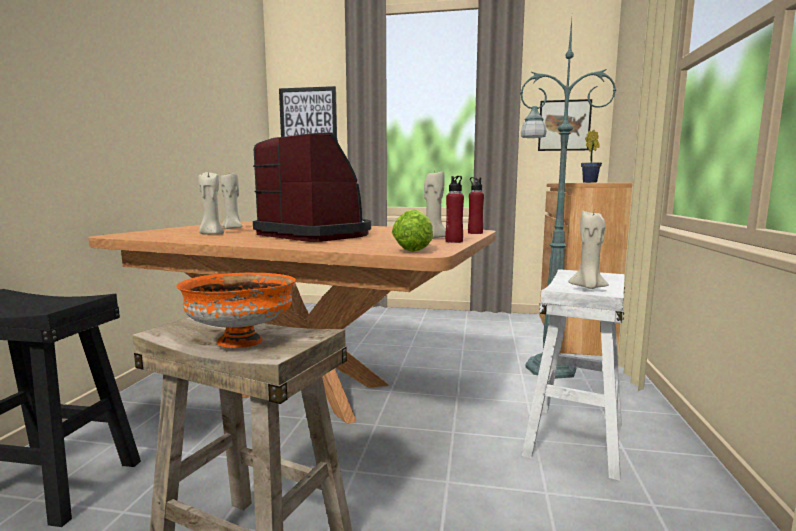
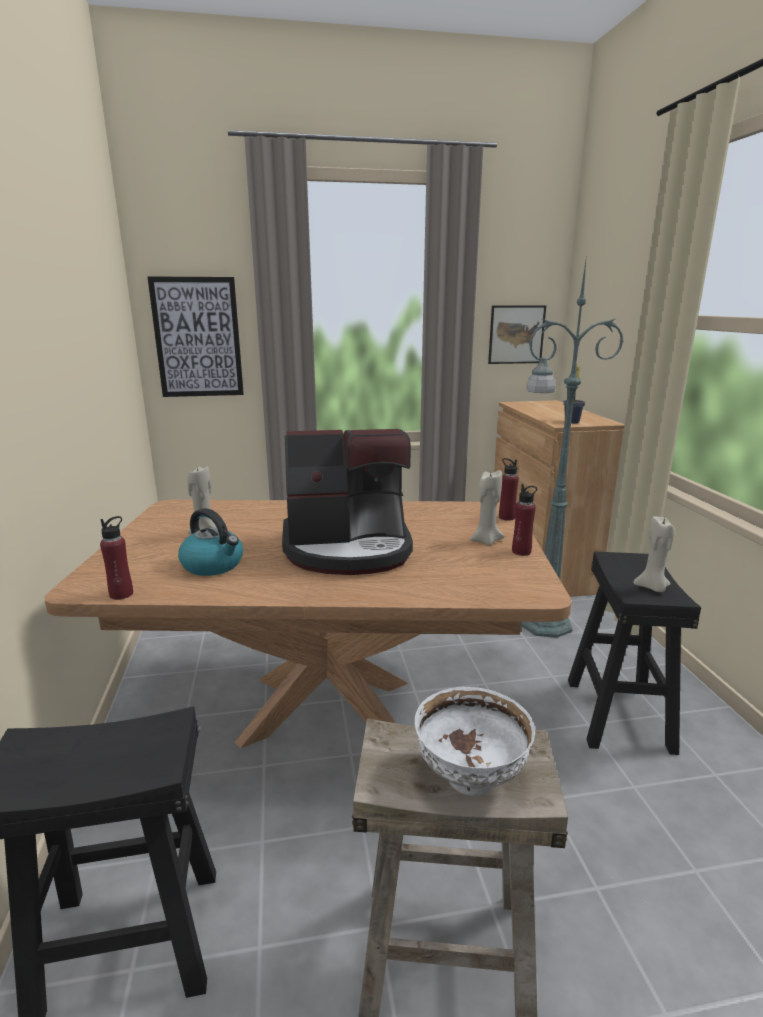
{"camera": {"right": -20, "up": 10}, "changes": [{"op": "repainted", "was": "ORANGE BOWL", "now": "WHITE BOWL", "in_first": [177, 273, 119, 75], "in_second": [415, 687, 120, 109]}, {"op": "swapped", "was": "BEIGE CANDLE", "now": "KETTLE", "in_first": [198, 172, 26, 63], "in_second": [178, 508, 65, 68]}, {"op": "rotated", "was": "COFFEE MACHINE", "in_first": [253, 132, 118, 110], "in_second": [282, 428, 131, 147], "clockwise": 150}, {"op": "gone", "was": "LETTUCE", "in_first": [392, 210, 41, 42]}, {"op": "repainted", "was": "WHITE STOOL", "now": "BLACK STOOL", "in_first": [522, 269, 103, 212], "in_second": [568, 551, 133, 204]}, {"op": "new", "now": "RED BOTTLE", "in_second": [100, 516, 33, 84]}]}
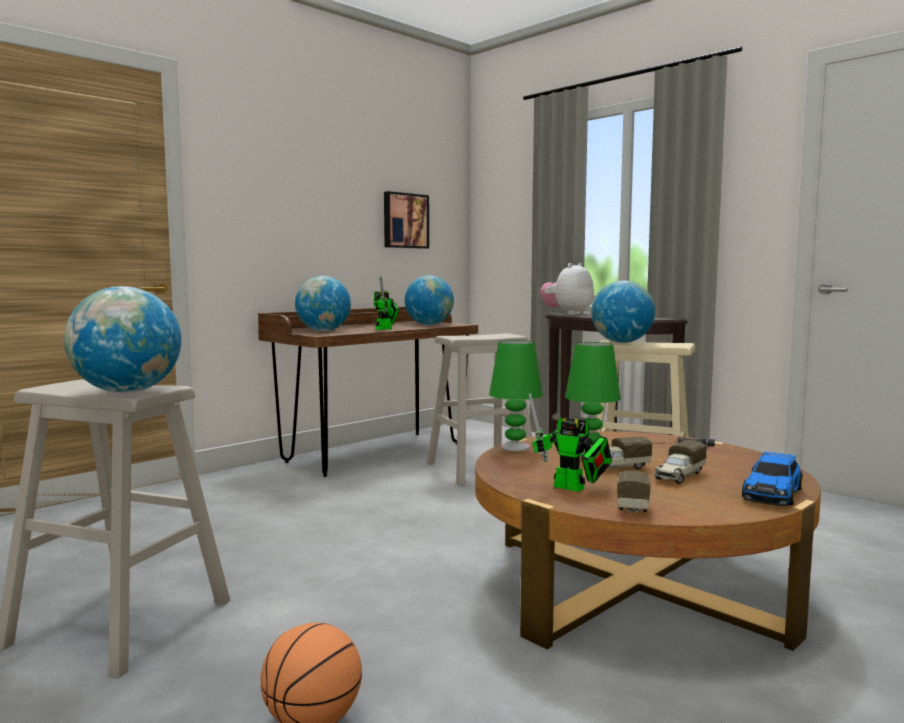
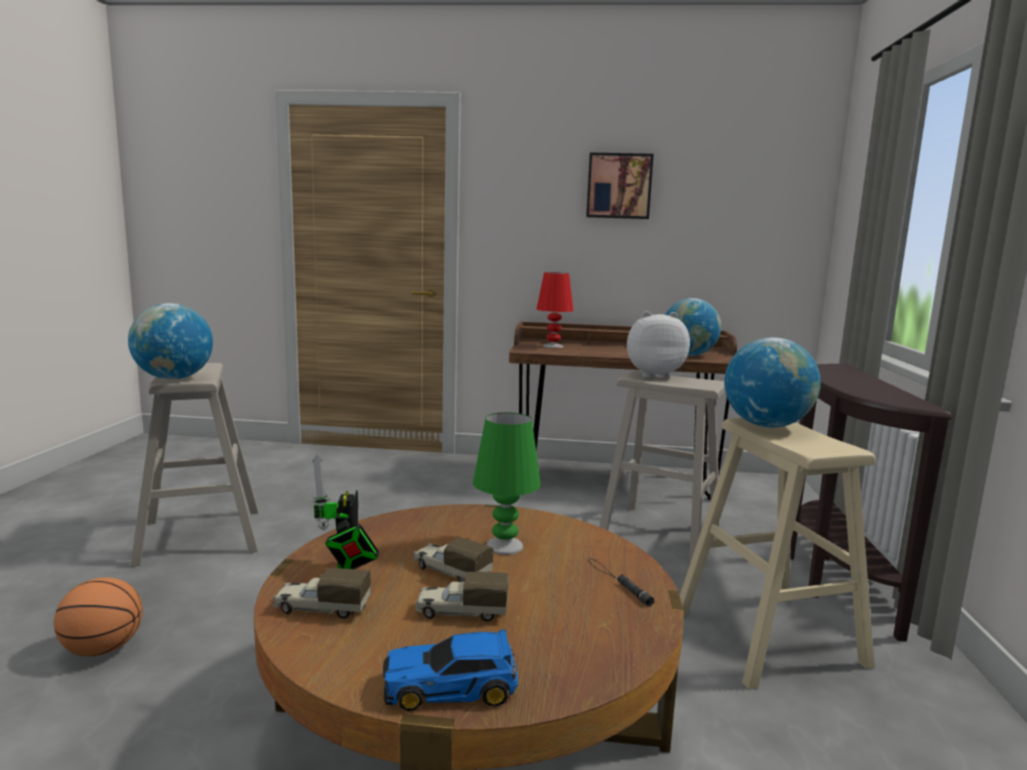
{"camera": {"right": 50, "up": 5}, "changes": [{"op": "swapped", "was": "GLOBE", "now": "RED TABLE LAMP", "in_first": [295, 276, 56, 55], "in_second": [537, 272, 36, 76]}, {"op": "gone", "was": "TOY ROBOT", "in_first": [373, 276, 26, 54]}, {"op": "shifted", "was": "PICTURE", "in_first": [384, 191, 45, 58], "in_second": [586, 153, 68, 66]}, {"op": "gone", "was": "GREEN TABLE LAMP", "in_first": [489, 340, 54, 111]}, {"op": "shifted", "was": "PLUSH TOY", "in_first": [540, 263, 54, 52], "in_second": [627, 311, 63, 68]}, {"op": "rotated", "was": "TOY TRUCK", "in_first": [617, 470, 34, 43], "in_second": [273, 568, 98, 51], "clockwise": -150}]}
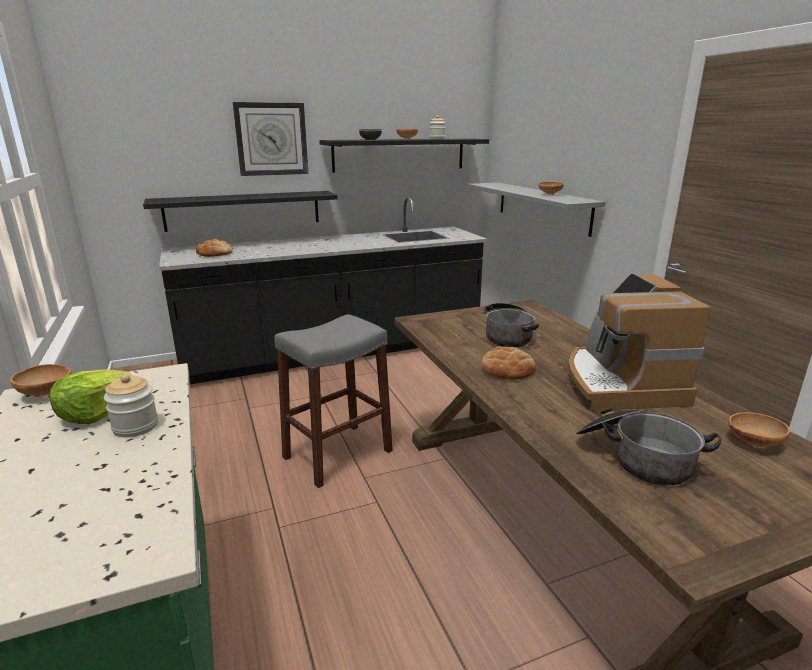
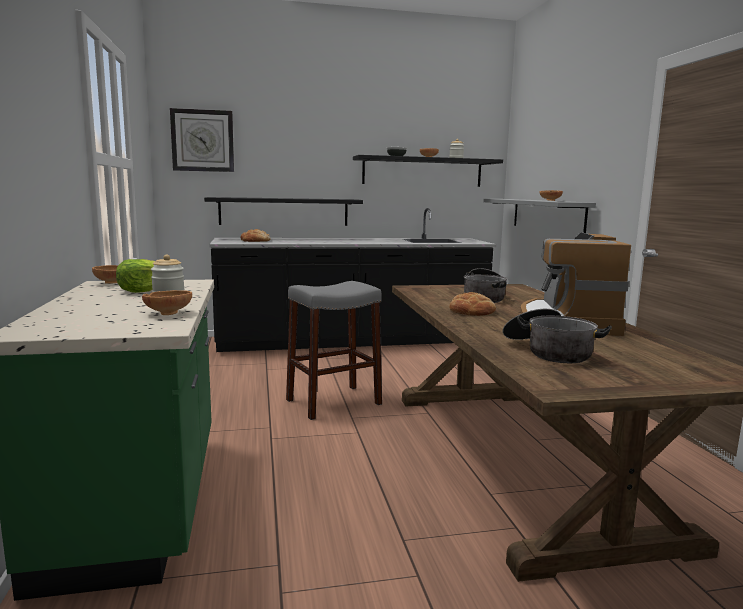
{"camera": {"right": 10, "up": -10}, "changes": [{"op": "shifted", "was": "WALL CLOCK", "in_first": [233, 102, 75, 74], "in_second": [170, 108, 64, 64]}, {"op": "shifted", "was": "BROWN BOWL", "in_first": [729, 412, 61, 37], "in_second": [142, 290, 50, 25]}]}
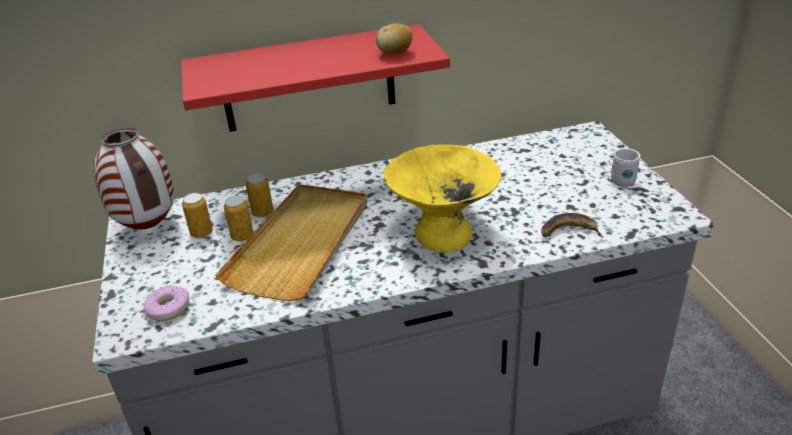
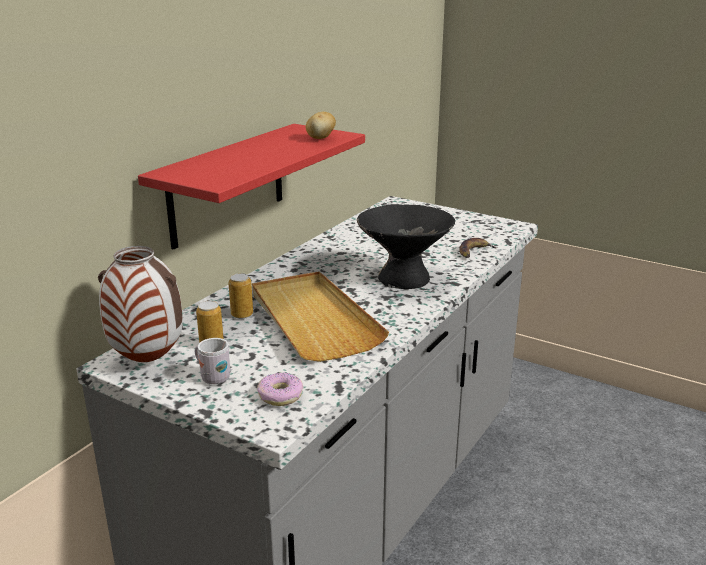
{"camera": {"right": -45, "up": -10}, "changes": [{"op": "gone", "was": "CAN", "in_first": [224, 196, 29, 46]}, {"op": "repainted", "was": "YELLOW BOWL", "now": "BLACK BOWL", "in_first": [383, 144, 118, 108], "in_second": [357, 204, 98, 85]}, {"op": "shifted", "was": "WHITE MUG", "in_first": [611, 148, 29, 39], "in_second": [195, 338, 36, 46]}]}
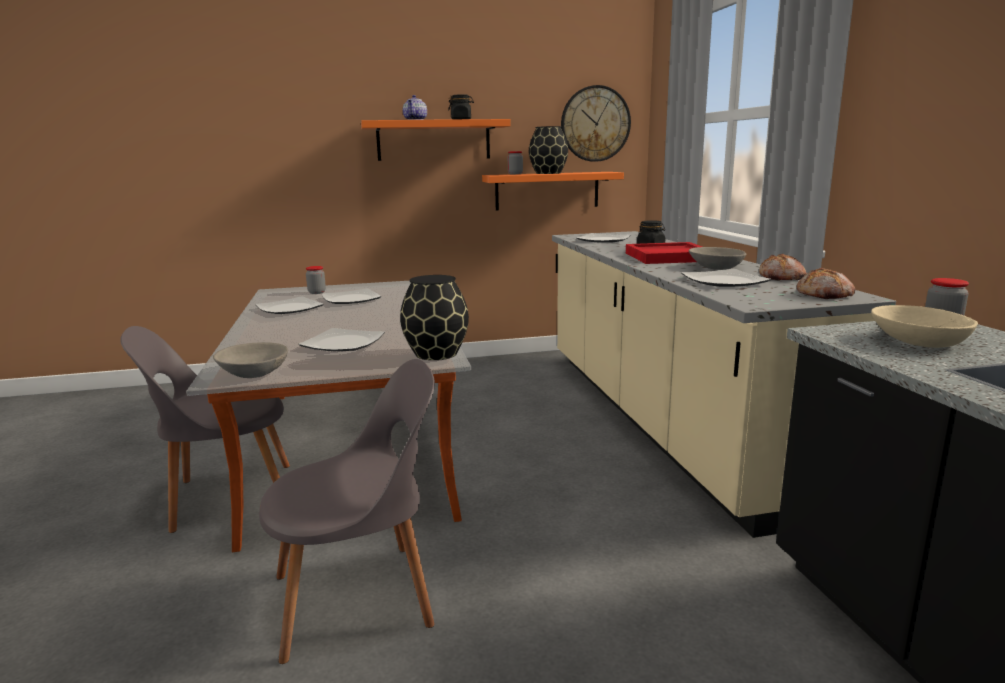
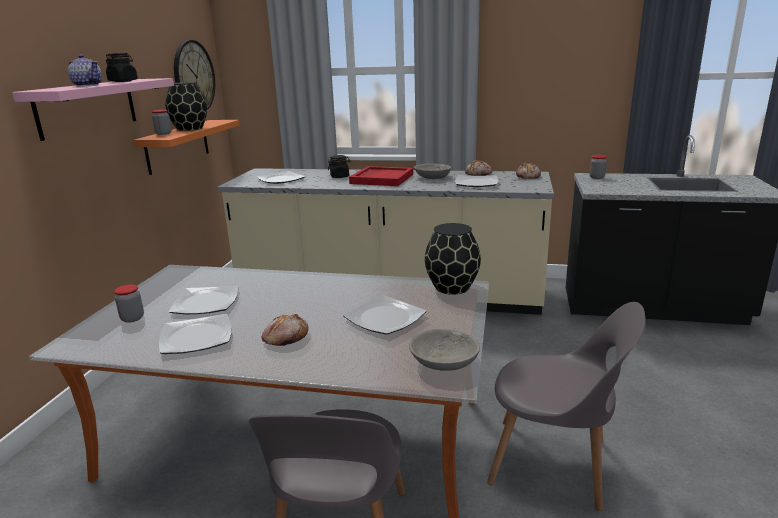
{"camera": {"right": -65, "up": 5}, "changes": [{"op": "rotated", "was": "GREY CHAIR", "in_first": [259, 359, 176, 305], "in_second": [487, 302, 159, 209], "clockwise": 105}, {"op": "repainted", "was": "ORANGE SHELF", "now": "PINK SHELF", "in_first": [361, 119, 150, 42], "in_second": [12, 78, 162, 63]}, {"op": "gone", "was": "BEIGE BOWL", "in_first": [871, 305, 107, 43]}, {"op": "new", "now": "BREAD", "in_second": [261, 314, 47, 32]}]}
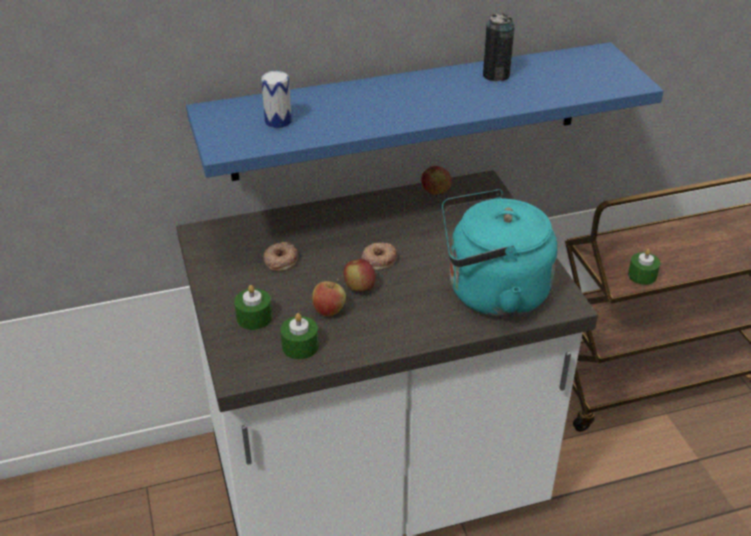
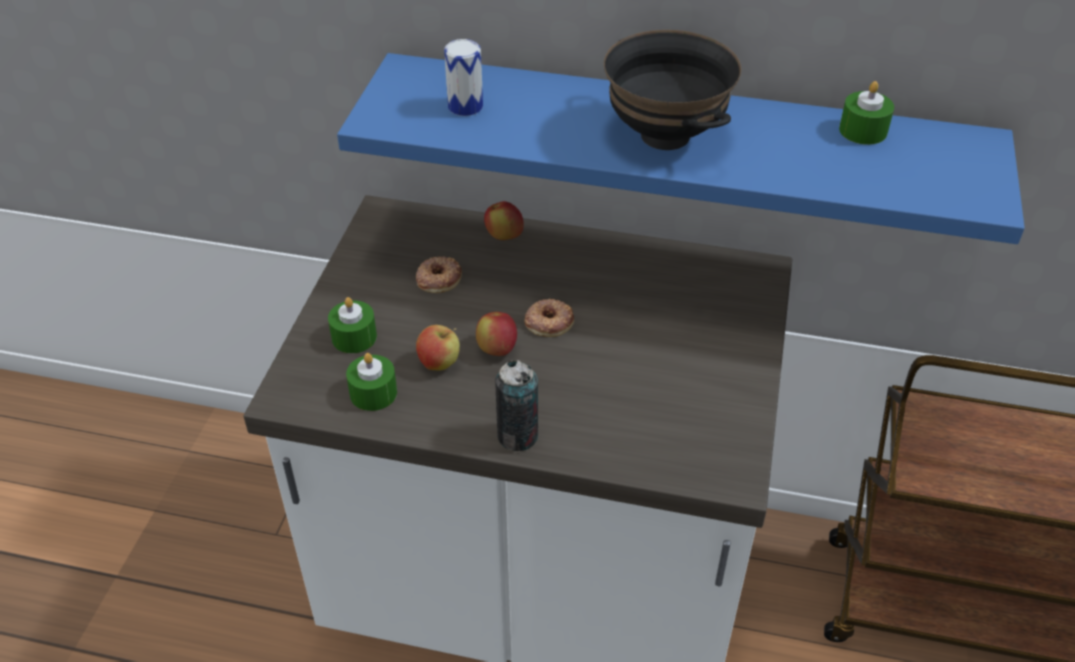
{"camera": {"right": 30, "up": 5}, "changes": [{"op": "shifted", "was": "APPLE", "in_first": [421, 166, 31, 29], "in_second": [484, 201, 40, 39]}, {"op": "gone", "was": "TURQUOISE KETTLE", "in_first": [442, 189, 116, 128]}, {"op": "shifted", "was": "CAN", "in_first": [483, 14, 32, 67], "in_second": [495, 360, 43, 91]}, {"op": "shifted", "was": "GREEN CANDLE", "in_first": [628, 249, 32, 36], "in_second": [839, 81, 55, 64]}, {"op": "new", "now": "BLACK BOWL", "in_second": [604, 30, 137, 120]}]}
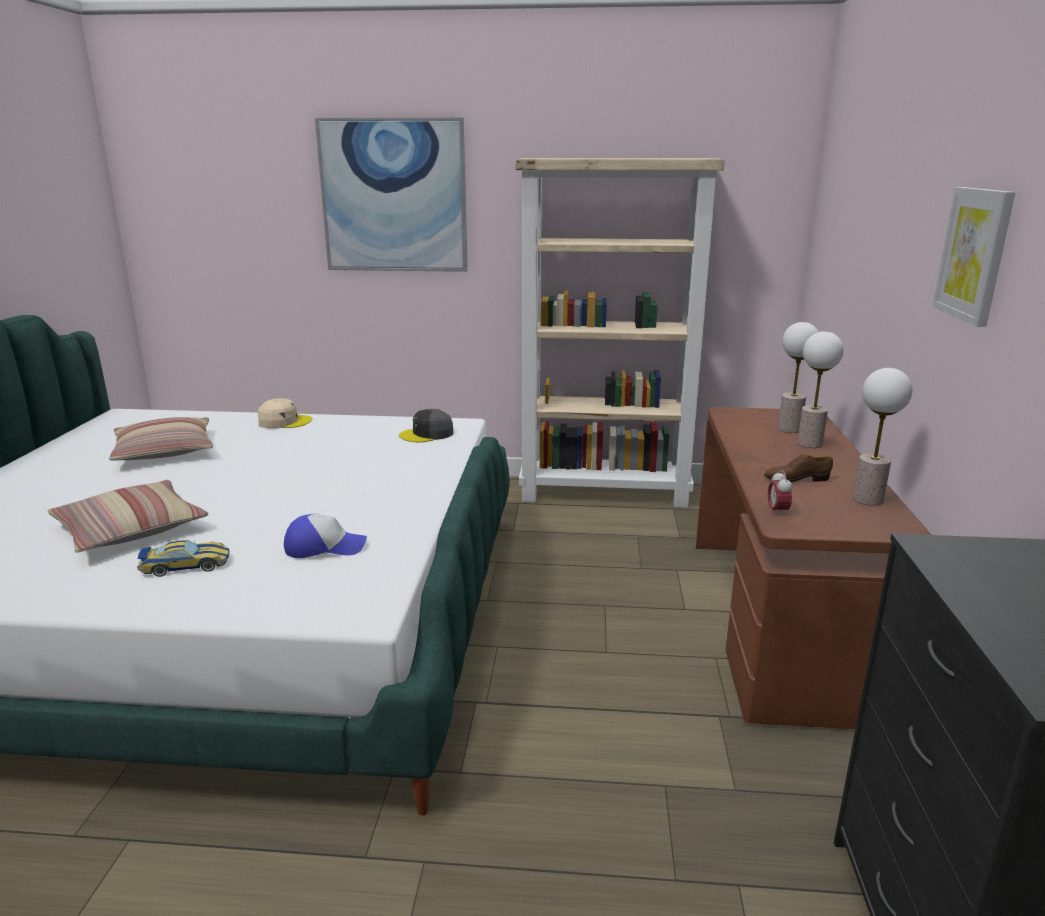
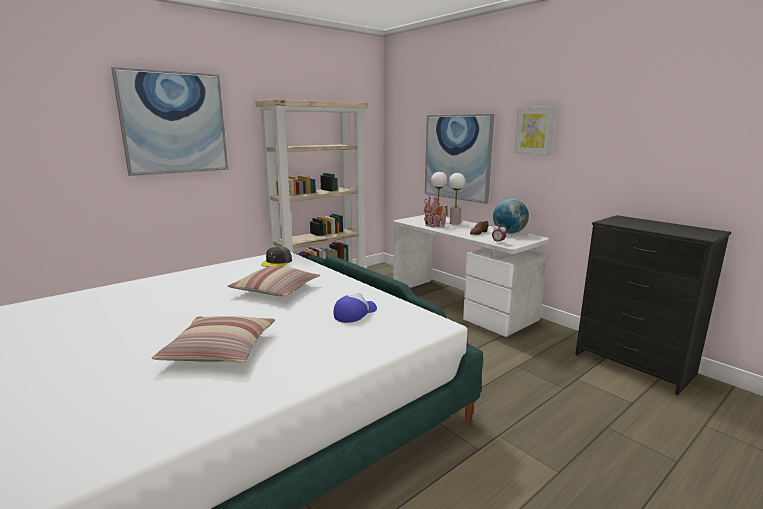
{"camera": {"right": -45, "up": -5}, "changes": [{"op": "shifted", "was": "PILLOW", "in_first": [109, 417, 104, 43], "in_second": [228, 266, 92, 30]}, {"op": "gone", "was": "TOY CAR", "in_first": [137, 540, 92, 37]}, {"op": "gone", "was": "BEIGE CAP", "in_first": [258, 398, 54, 31]}, {"op": "repainted", "was": "BROWN DESK", "now": "WHITE DESK", "in_first": [696, 407, 235, 322], "in_second": [393, 215, 156, 122]}, {"op": "swapped", "was": "TABLE LAMP", "now": "GLOBE", "in_first": [853, 368, 60, 138], "in_second": [493, 199, 36, 35]}, {"op": "new", "now": "TOY HOUSE", "in_second": [423, 194, 25, 34]}, {"op": "new", "now": "PICTURE", "in_second": [425, 114, 69, 90]}]}
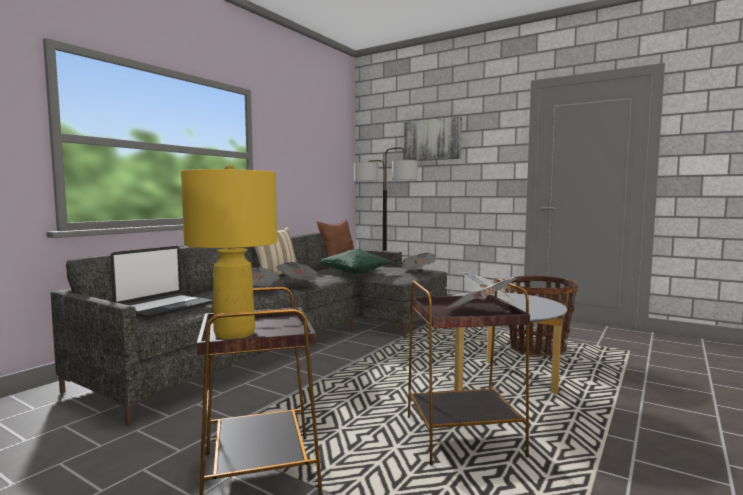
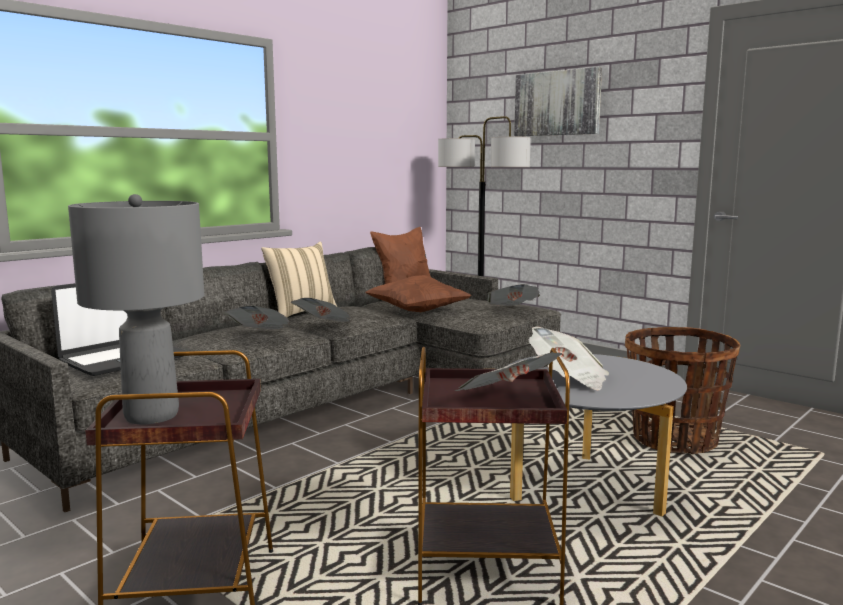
{"camera": {"right": 10, "up": 5}, "changes": [{"op": "repainted", "was": "YELLOW TABLE LAMP", "now": "GREY TABLE LAMP", "in_first": [181, 165, 96, 174], "in_second": [68, 194, 136, 231]}, {"op": "repainted", "was": "GREEN PILLOW", "now": "BROWN PILLOW", "in_first": [318, 249, 74, 25], "in_second": [366, 275, 106, 37]}]}
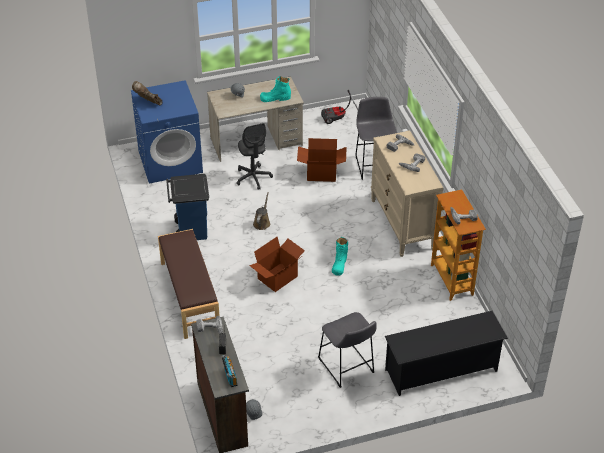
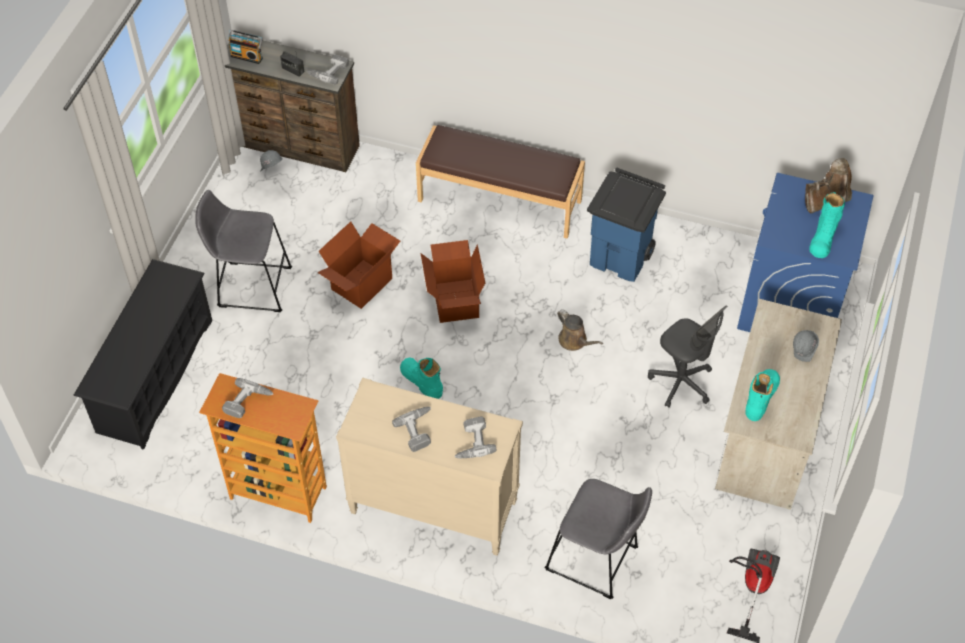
{"camera": {"right": 125, "up": 10}, "changes": [{"op": "rotated", "was": "GREY OFFICE CHAIR", "in_first": [236, 123, 37, 67], "in_second": [648, 305, 79, 103], "clockwise": -150}, {"op": "shifted", "was": "CARDBOARD BOX", "in_first": [297, 138, 50, 44], "in_second": [317, 221, 83, 88]}, {"op": "new", "now": "TURQUOISE BOOT", "in_second": [809, 192, 36, 66]}]}
